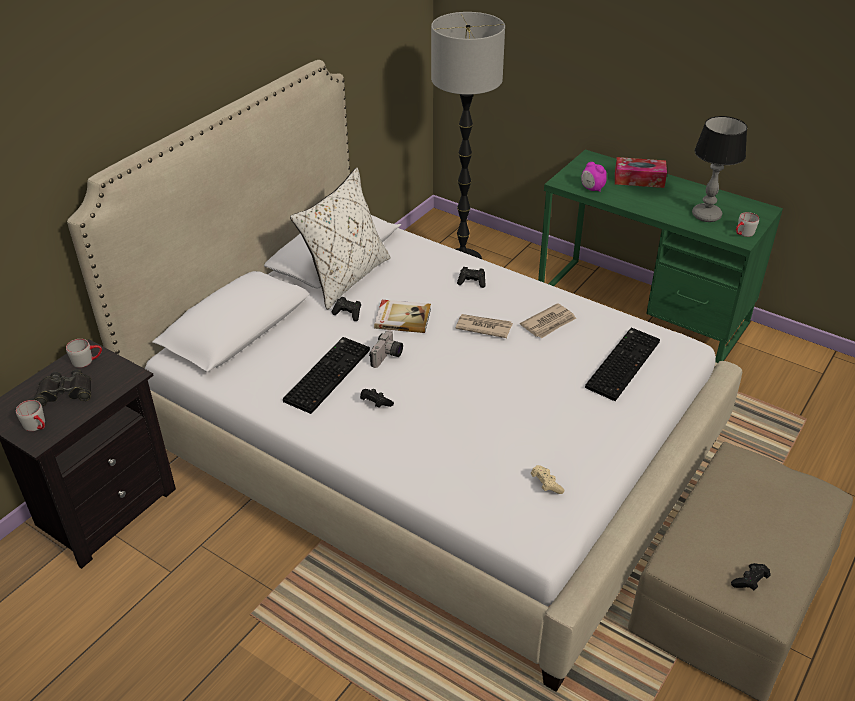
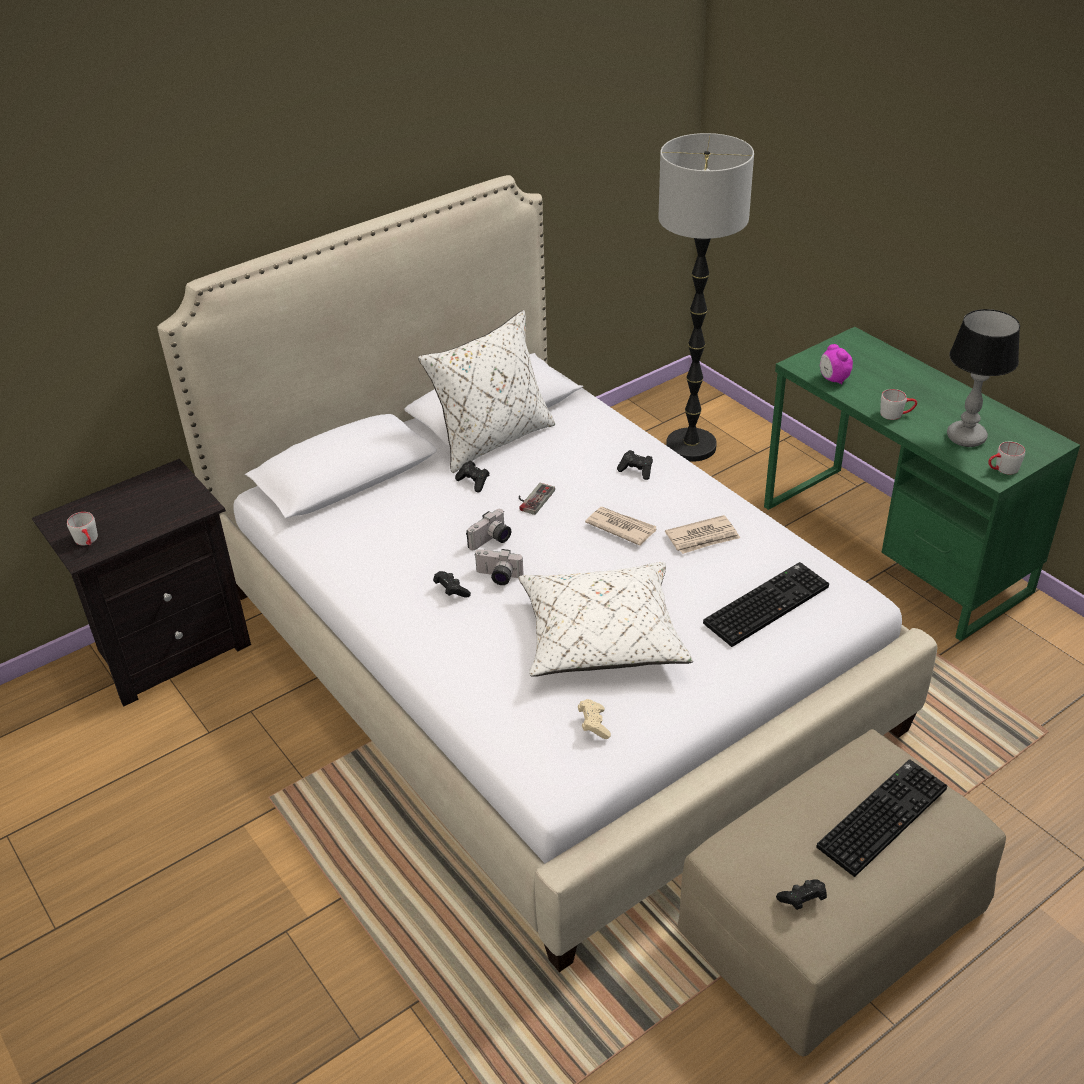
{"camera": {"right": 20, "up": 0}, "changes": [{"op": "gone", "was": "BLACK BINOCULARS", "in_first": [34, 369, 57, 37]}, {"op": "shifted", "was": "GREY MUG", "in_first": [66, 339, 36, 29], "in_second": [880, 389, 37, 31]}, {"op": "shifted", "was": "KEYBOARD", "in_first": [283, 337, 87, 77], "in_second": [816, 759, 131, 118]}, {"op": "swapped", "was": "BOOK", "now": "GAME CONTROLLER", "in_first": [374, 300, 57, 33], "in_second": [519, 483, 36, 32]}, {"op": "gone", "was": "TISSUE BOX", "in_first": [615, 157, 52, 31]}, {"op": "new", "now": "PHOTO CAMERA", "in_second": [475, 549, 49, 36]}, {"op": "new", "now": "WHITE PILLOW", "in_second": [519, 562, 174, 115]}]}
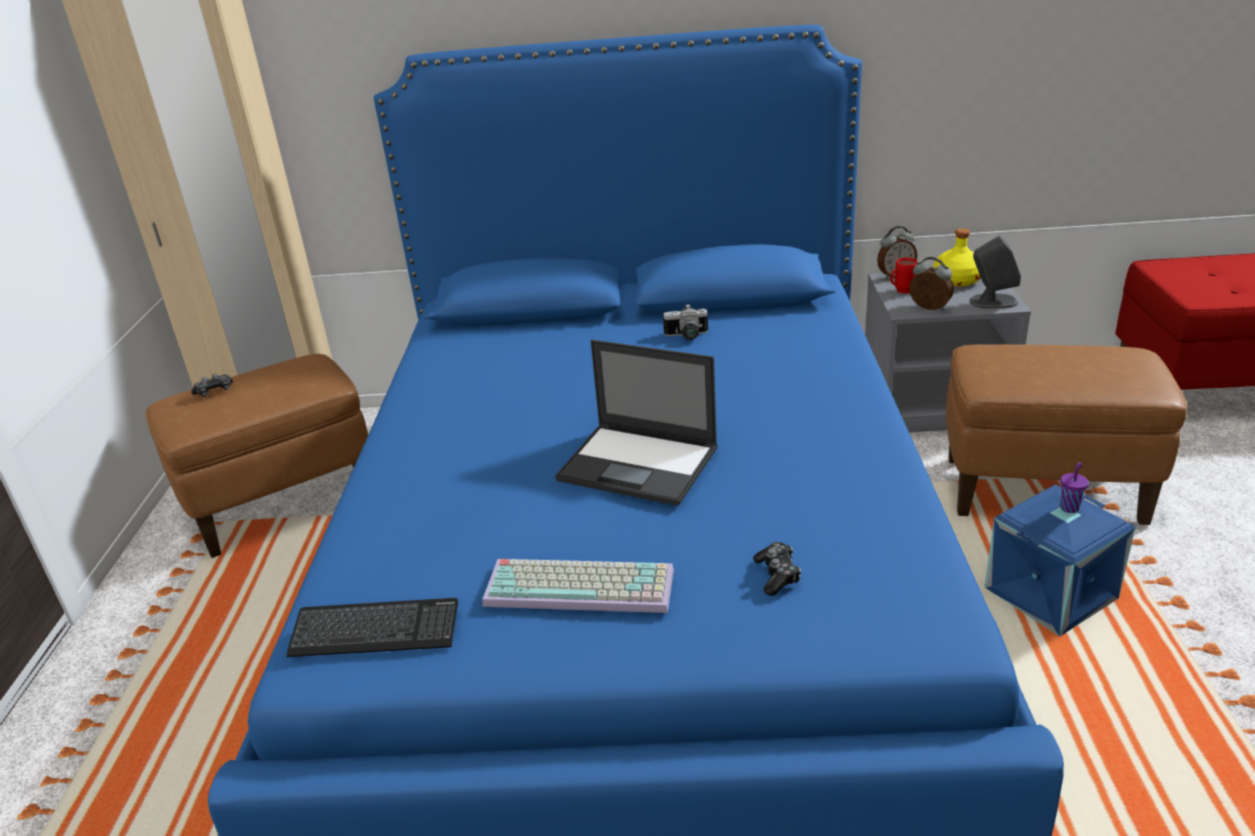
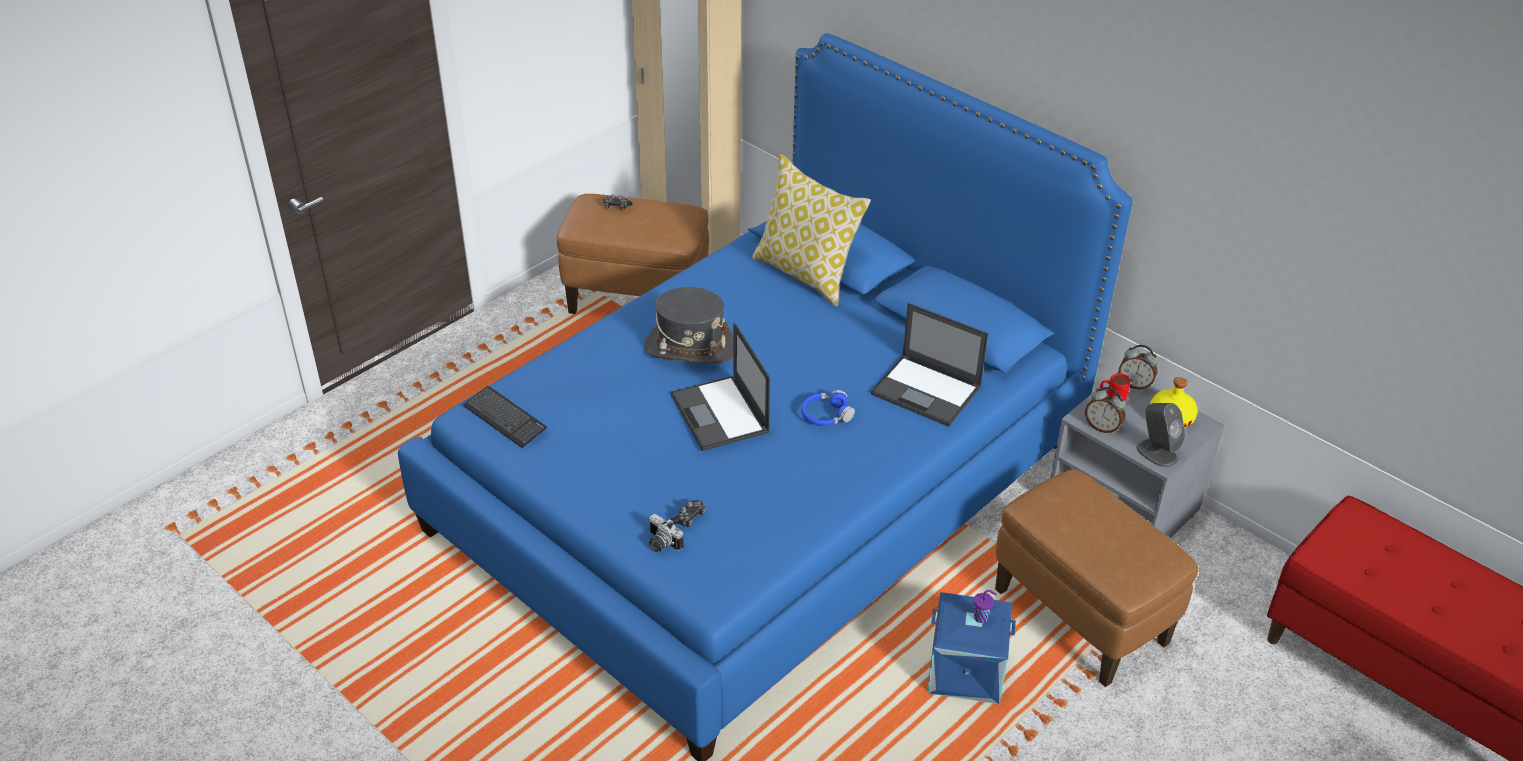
{"camera": {"right": 40, "up": 10}, "changes": [{"op": "gone", "was": "KEYBOARD", "in_first": [482, 559, 192, 54]}, {"op": "shifted", "was": "PHOTO CAMERA", "in_first": [663, 304, 45, 36], "in_second": [649, 514, 34, 38]}, {"op": "rotated", "was": "ALARM CLOCK", "in_first": [909, 257, 45, 53], "in_second": [1085, 387, 40, 47], "clockwise": 135}, {"op": "new", "now": "GREY HAT", "in_second": [644, 287, 89, 77]}, {"op": "new", "now": "PILLOW", "in_second": [752, 154, 119, 153]}, {"op": "new", "now": "BLUE HEADPHONES", "in_second": [801, 390, 54, 36]}, {"op": "new", "now": "LAPTOP", "in_second": [871, 303, 117, 124]}]}
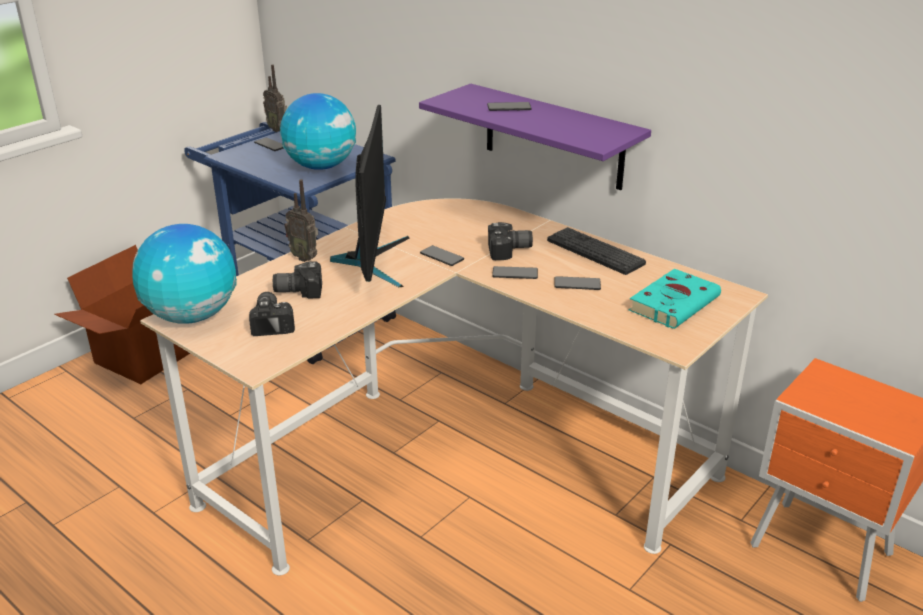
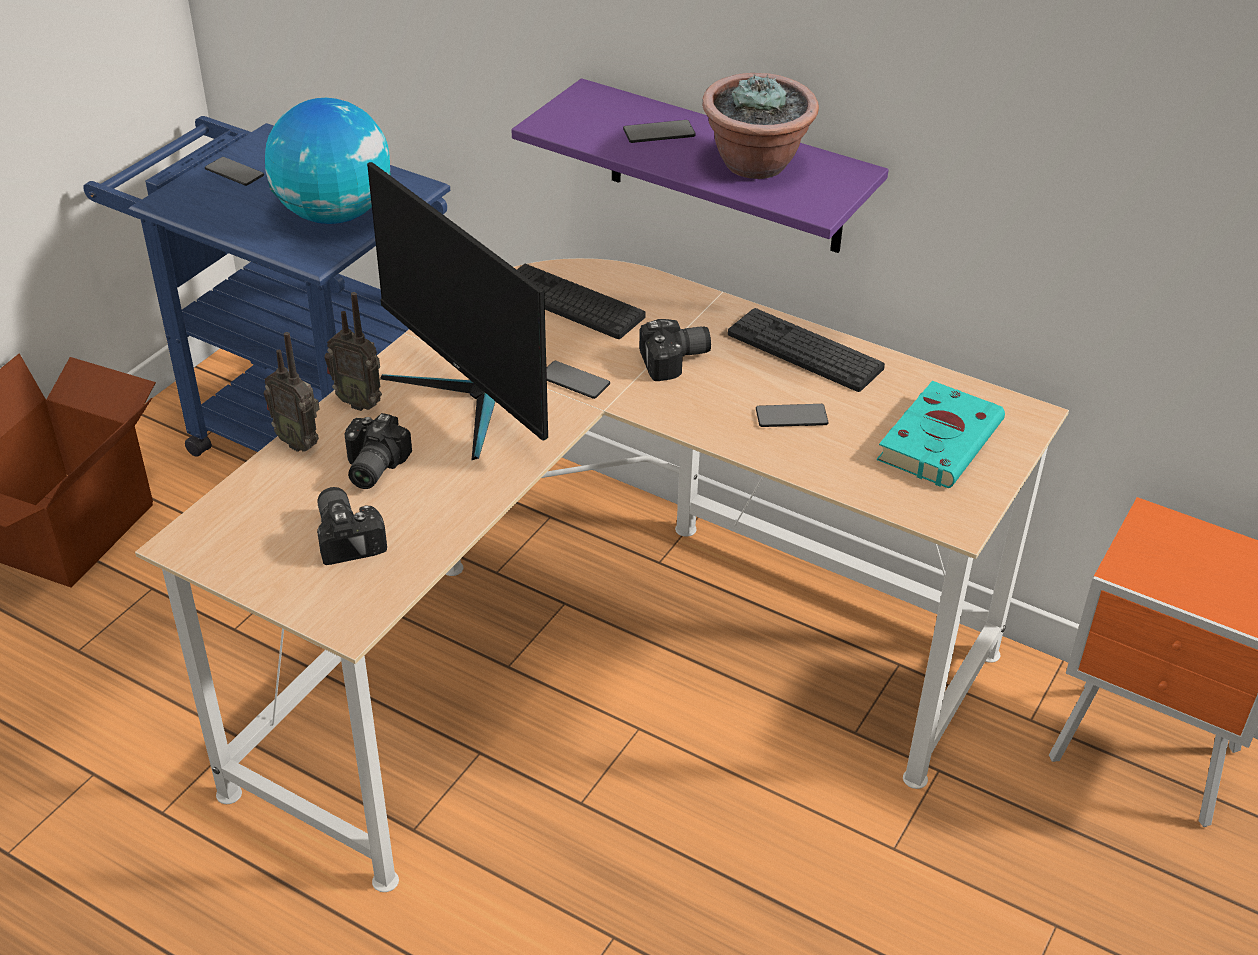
{"camera": {"right": -10, "up": 10}, "changes": [{"op": "gone", "was": "GLOBE", "in_first": [132, 224, 105, 99]}, {"op": "shifted", "was": "RADIO", "in_first": [263, 65, 24, 67], "in_second": [264, 332, 56, 120]}, {"op": "rotated", "was": "PHOTO CAMERA", "in_first": [273, 261, 49, 37], "in_second": [345, 413, 67, 76], "clockwise": -60}, {"op": "rotated", "was": "MONITOR", "in_first": [330, 105, 79, 182], "in_second": [367, 162, 181, 299], "clockwise": 150}, {"op": "gone", "was": "PHONE", "in_first": [492, 266, 46, 13]}, {"op": "new", "now": "KEYBOARD", "in_second": [517, 264, 129, 75]}, {"op": "new", "now": "POTTED PLANT", "in_second": [702, 73, 117, 106]}]}
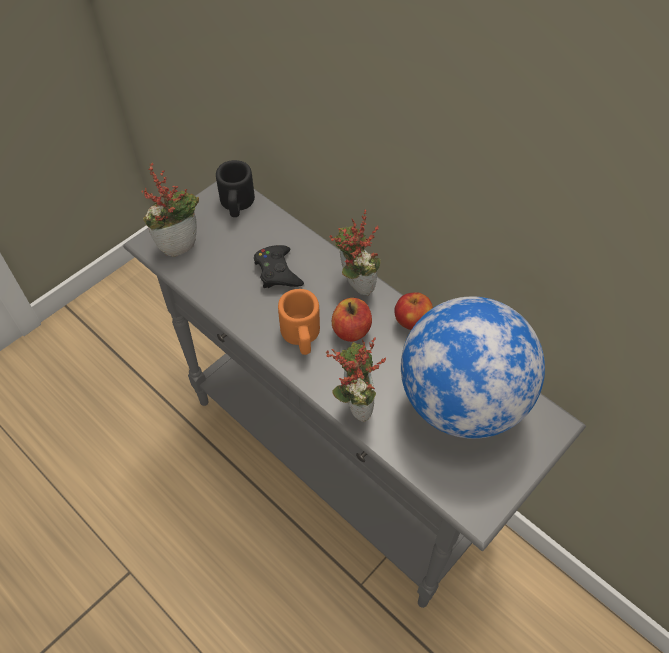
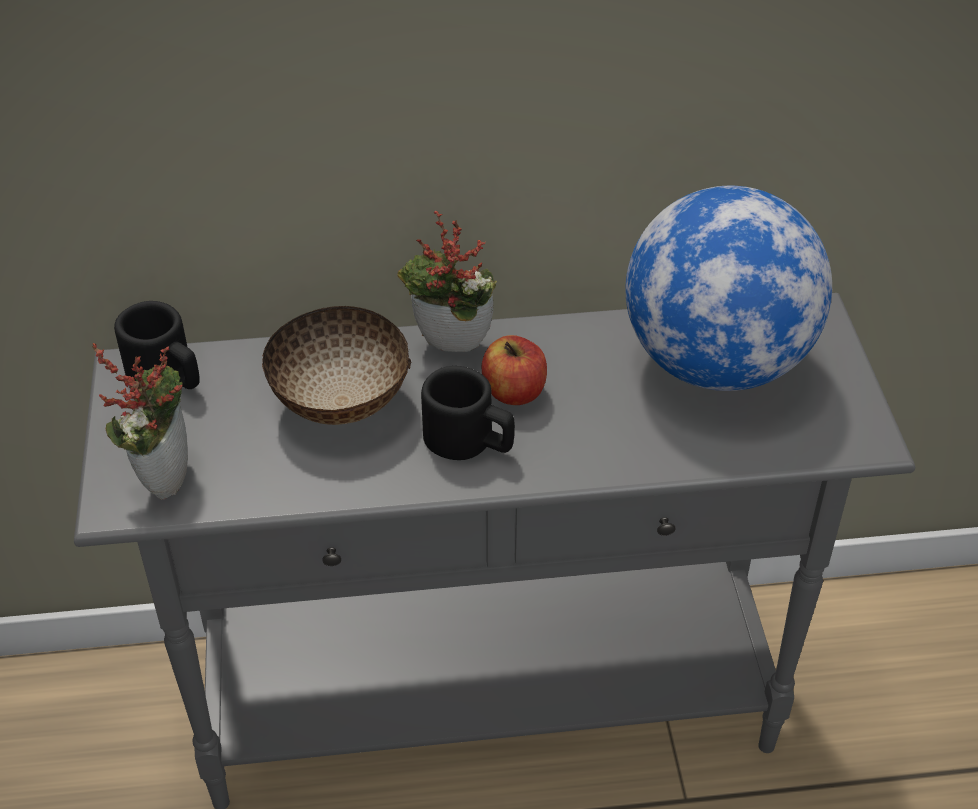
{"camera": {"right": -50, "up": -10}, "changes": [{"op": "swapped", "was": "BLACK GAME CONTROLLER", "now": "BOWL", "in_first": [254, 245, 50, 43], "in_second": [262, 306, 150, 119]}, {"op": "repainted", "was": "ORANGE MUG", "now": "BLACK MUG", "in_first": [278, 289, 42, 66], "in_second": [421, 366, 94, 94]}, {"op": "gone", "was": "POTTED PLANT", "in_first": [325, 337, 61, 85]}, {"op": "gone", "was": "APPLE", "in_first": [394, 292, 39, 38]}]}
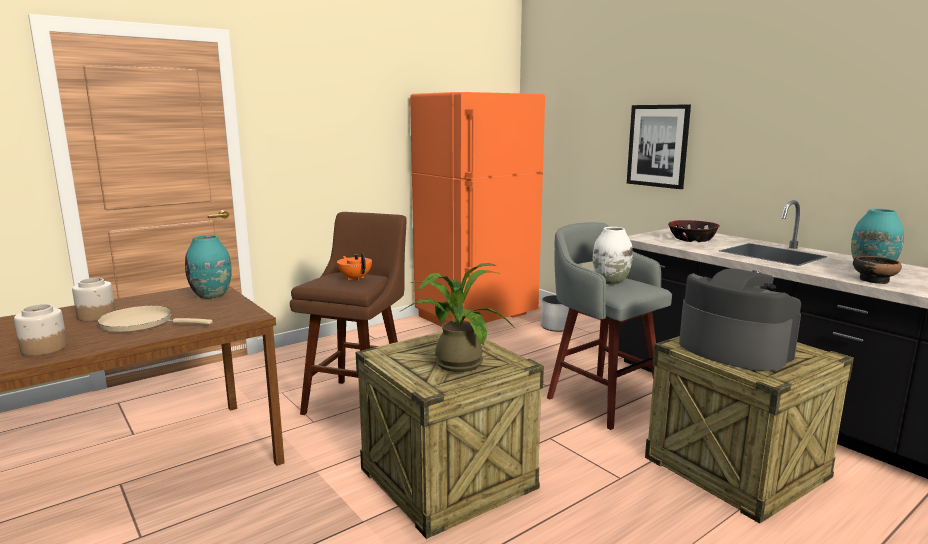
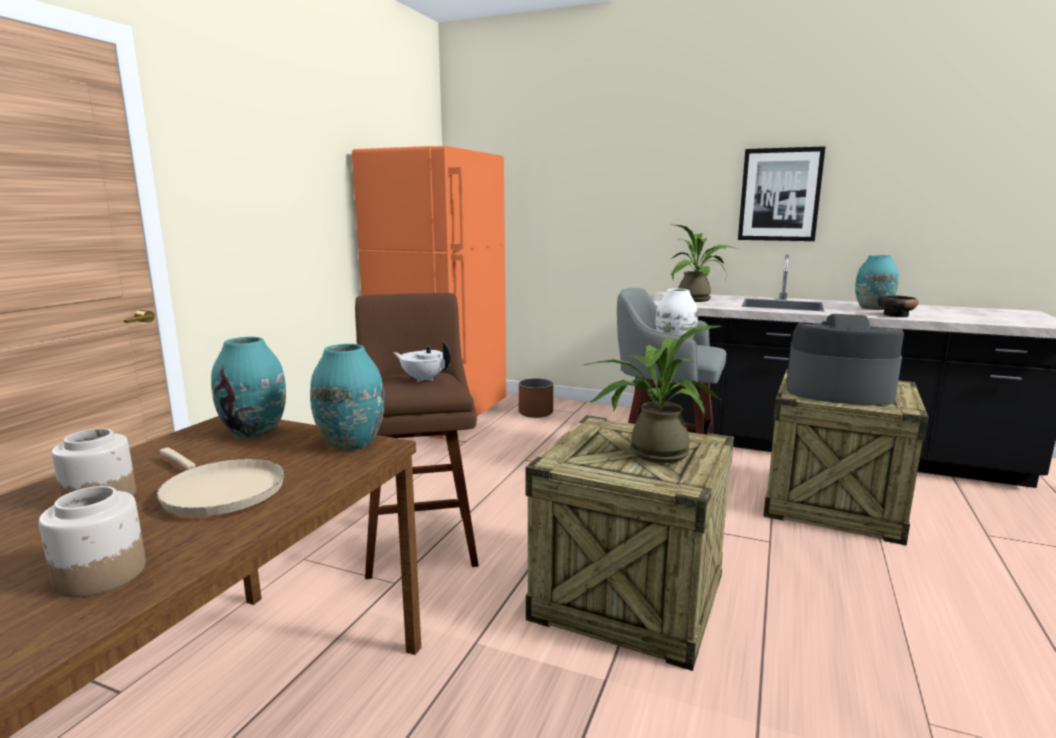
{"camera": {"right": -30, "up": 0}, "changes": [{"op": "rotated", "was": "BEIGE FRYING PAN", "in_first": [97, 306, 115, 26], "in_second": [156, 447, 129, 69], "clockwise": -120}, {"op": "repainted", "was": "ORANGE TEAPOT", "now": "WHITE TEAPOT", "in_first": [337, 252, 35, 29], "in_second": [393, 342, 58, 40]}, {"op": "repainted", "was": "WHITE PLANTER", "now": "BROWN PLANTER", "in_first": [541, 295, 28, 37], "in_second": [519, 378, 34, 40]}, {"op": "shifted", "was": "PICTURE", "in_first": [627, 104, 64, 85], "in_second": [738, 146, 87, 95]}, {"op": "swapped", "was": "BOWL", "now": "POTTED PLANT", "in_first": [668, 220, 52, 22], "in_second": [670, 225, 68, 77]}, {"op": "new", "now": "TURQUOISE VASE", "in_second": [310, 344, 75, 107]}]}
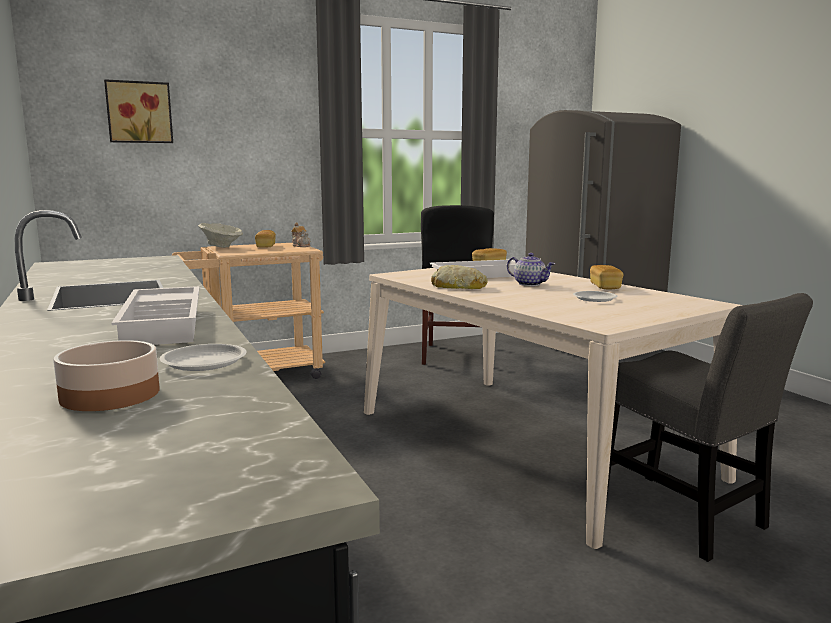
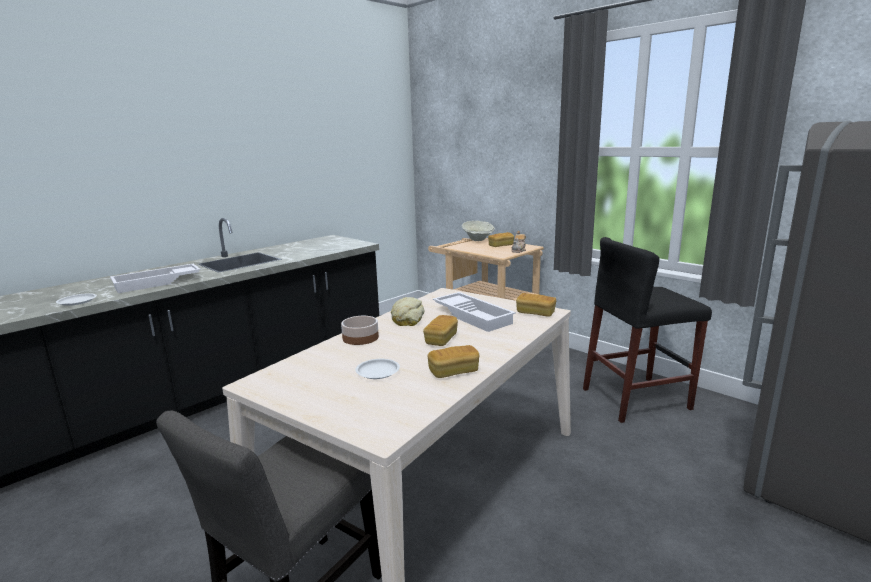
{"camera": {"right": 70, "up": 5}, "changes": [{"op": "shifted", "was": "BOWL", "in_first": [53, 340, 106, 71], "in_second": [341, 316, 38, 29]}, {"op": "gone", "was": "PICTURE", "in_first": [104, 79, 69, 64]}, {"op": "swapped", "was": "TEAPOT", "now": "BREAD", "in_first": [507, 253, 48, 33], "in_second": [423, 315, 35, 31]}]}
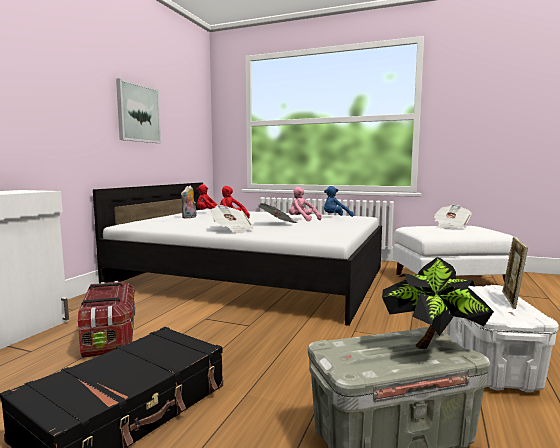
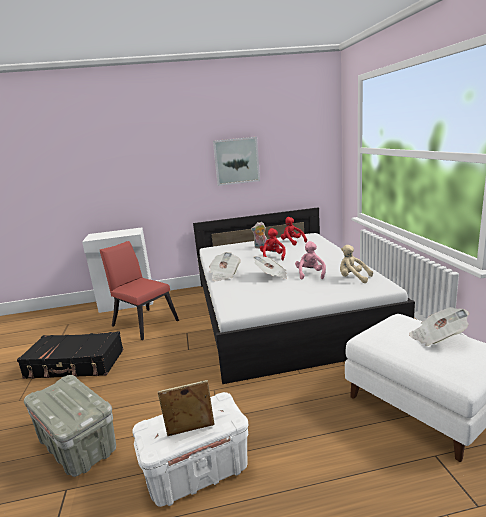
{"camera": {"right": 60, "up": 10}, "changes": [{"op": "swapped", "was": "STORAGE BOX", "now": "RED CHAIR", "in_first": [78, 281, 57, 77], "in_second": [100, 241, 79, 99]}, {"op": "repainted", "was": "BLUE PLUSH TOY", "now": "BEIGE PLUSH TOY", "in_first": [324, 186, 29, 31], "in_second": [340, 245, 33, 38]}, {"op": "gone", "was": "POTTED PLANT", "in_first": [382, 257, 112, 92]}]}
